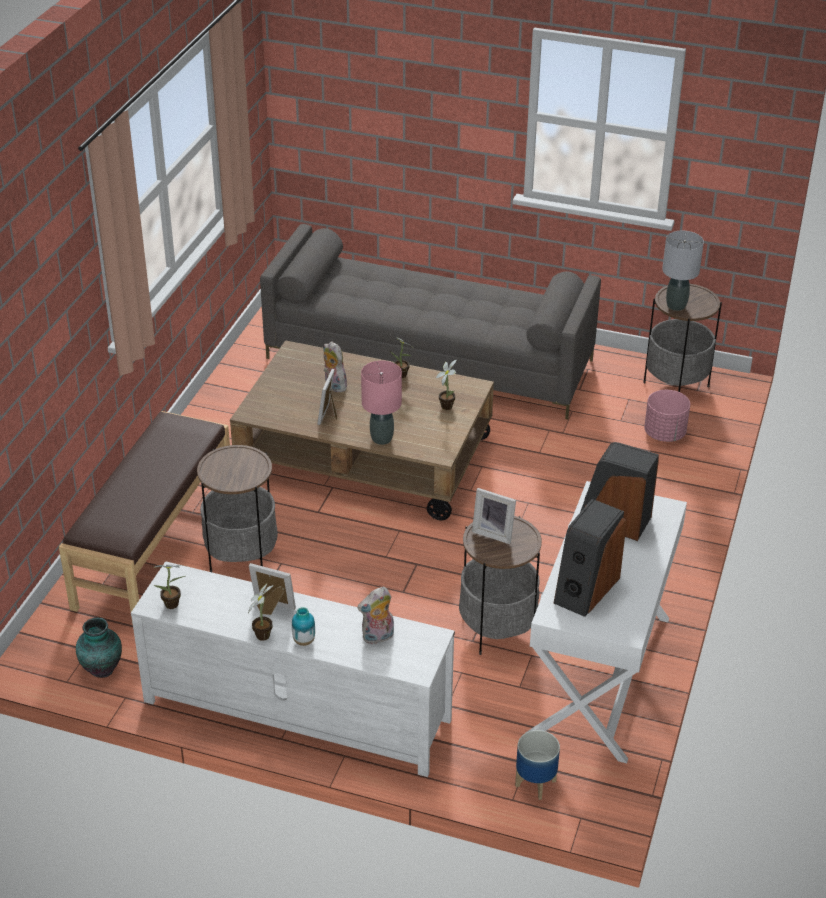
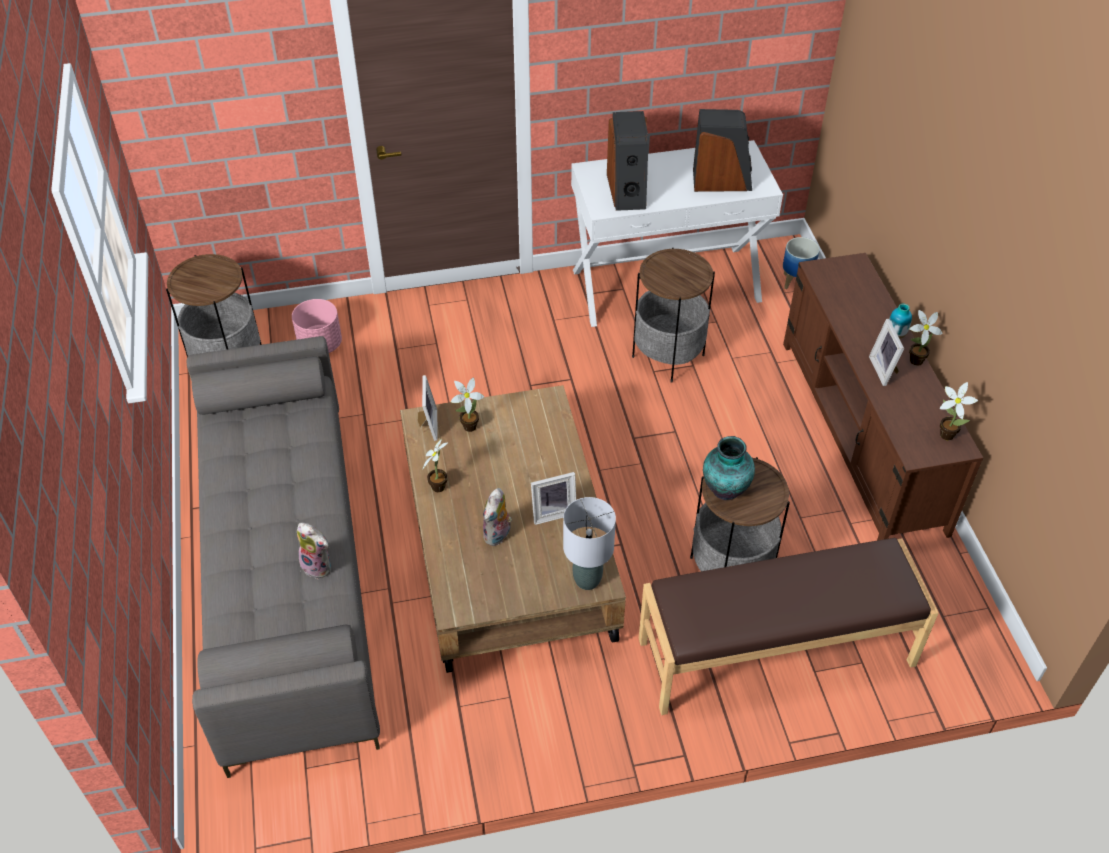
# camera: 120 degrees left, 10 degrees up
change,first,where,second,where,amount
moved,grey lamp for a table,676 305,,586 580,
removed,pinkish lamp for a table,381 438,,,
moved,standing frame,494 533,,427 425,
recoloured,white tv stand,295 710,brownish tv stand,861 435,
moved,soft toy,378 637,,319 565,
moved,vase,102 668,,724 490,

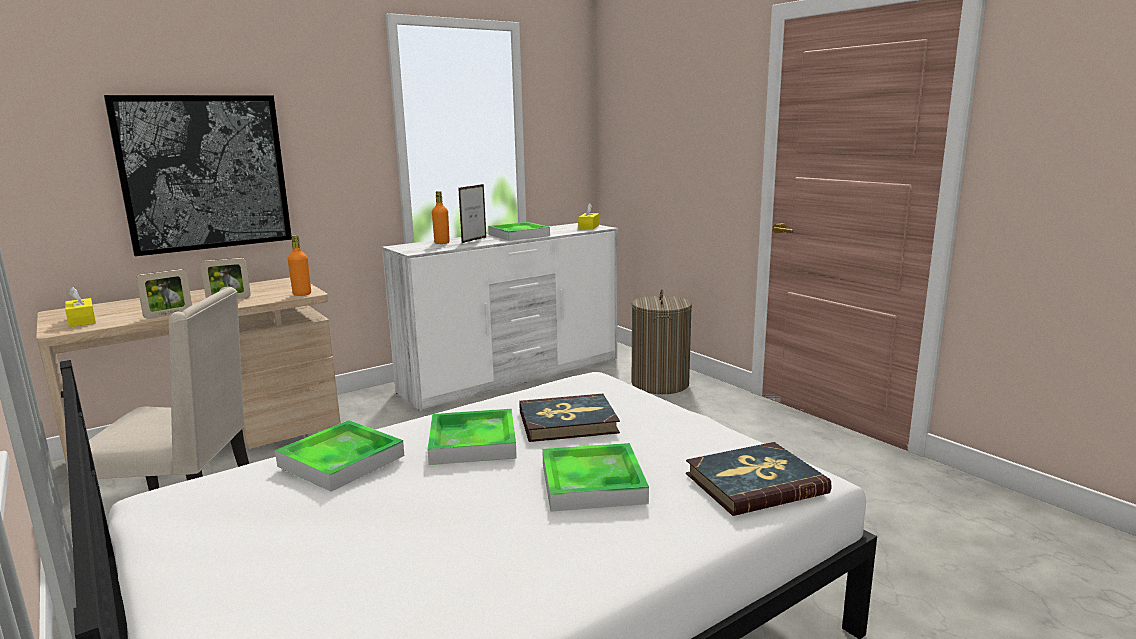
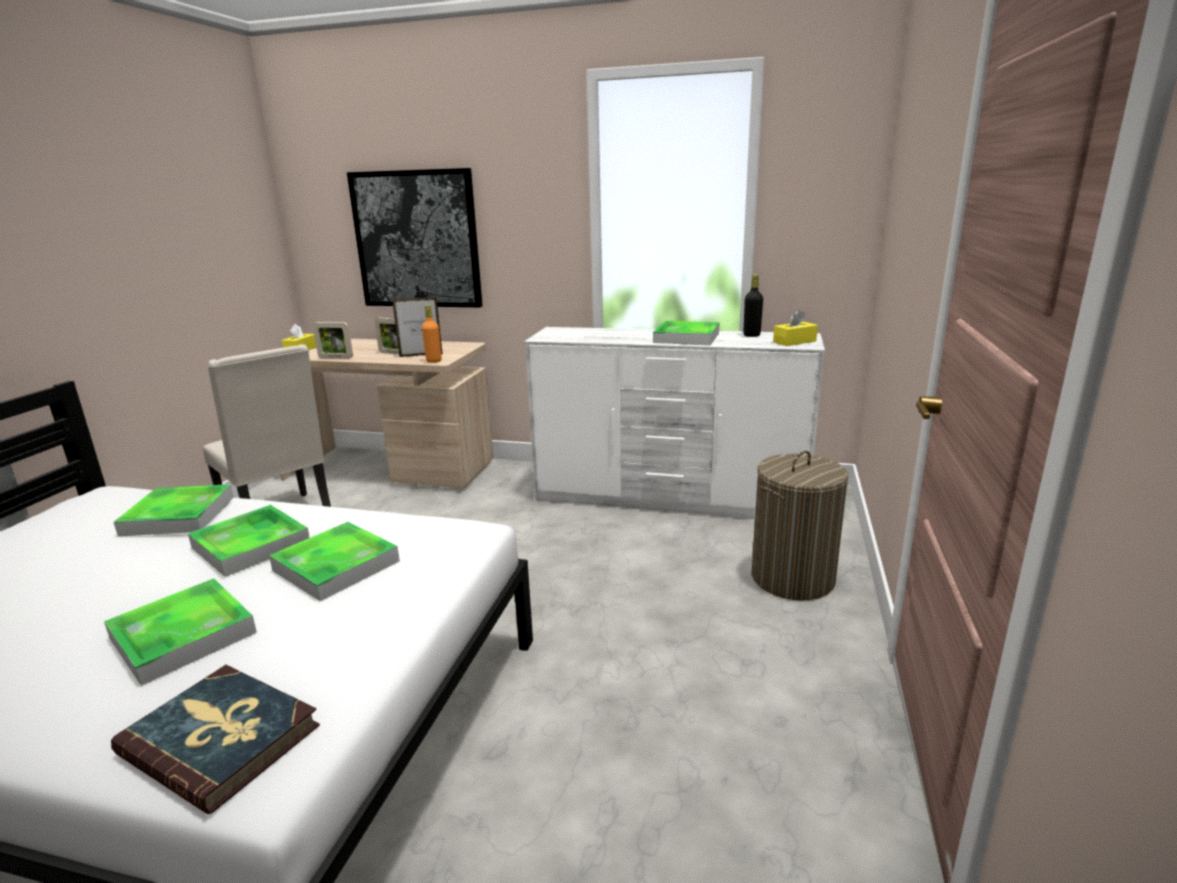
# camera: 50 degrees right, 5 degrees up
change,first,where,second,where,amount
moved,standing frame,474 240,,421 355,
removed,orange-coloured drink bottle,442 243,,,
replaced,bound book,568 422,serving tray,336 566,
added,,,blackish drink bottle,751 335,

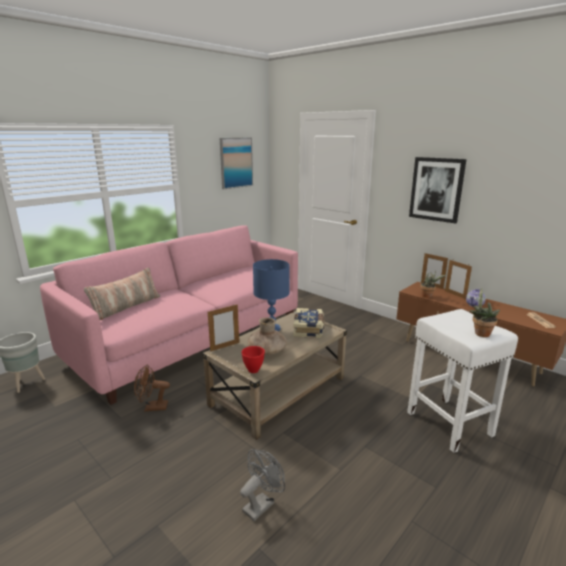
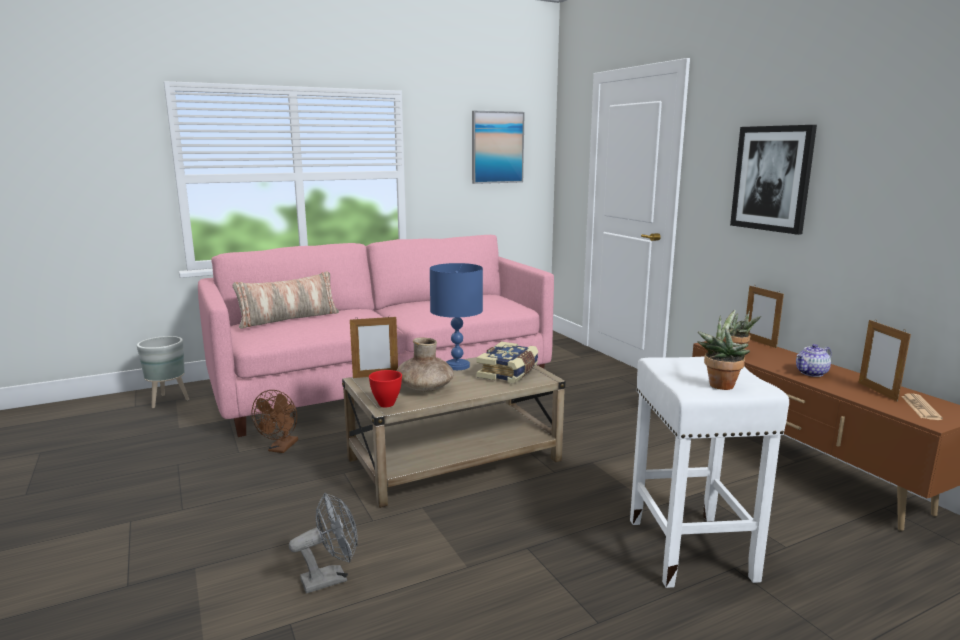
# camera: 20 degrees right, 5 degrees down
change,first,where,second,where,amount
moved,standing frame,455 295,,877 391,
turned,brownish cooling fan,152 407,,281 448,90 degrees counterclockwise

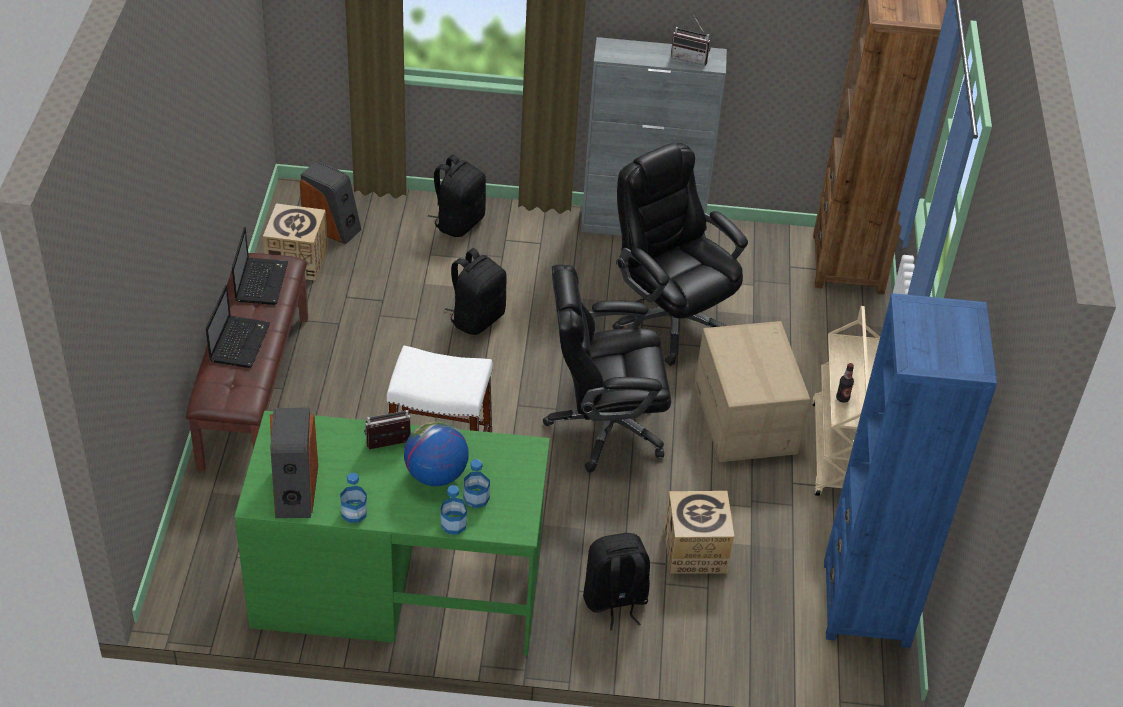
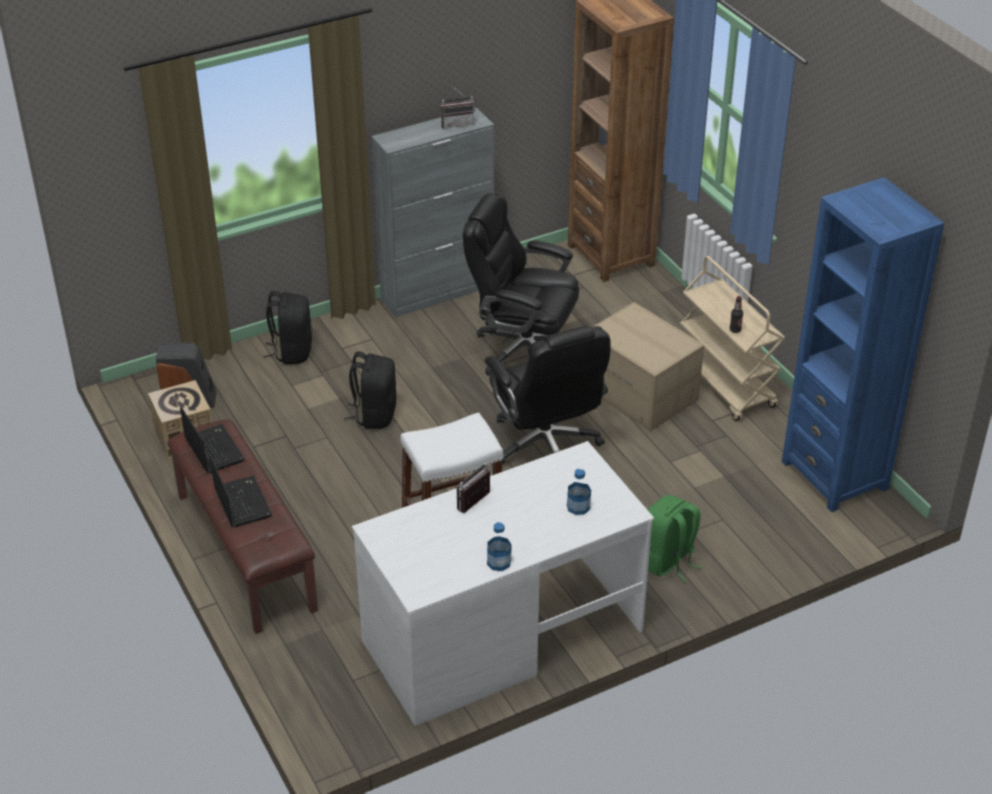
# camera: 30 degrees left, 5 degrees down
change,first,where,second,where,amount
turned,blackish desk chair,604 426,,545 446,75 degrees counterclockwise
removed,speaker,295 490,,,
recoloured,green desk table,397 587,white desk table,501 635,
removed,globe,435 475,,,
removed,drink bottle,453 524,,,
removed,carton,695 550,,,
recoloured,blackish backpack,615 601,green backpack,668 561,

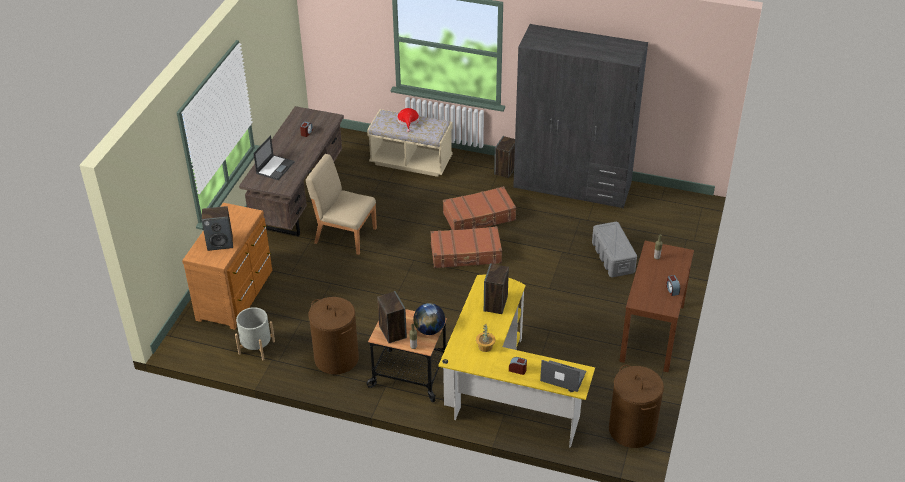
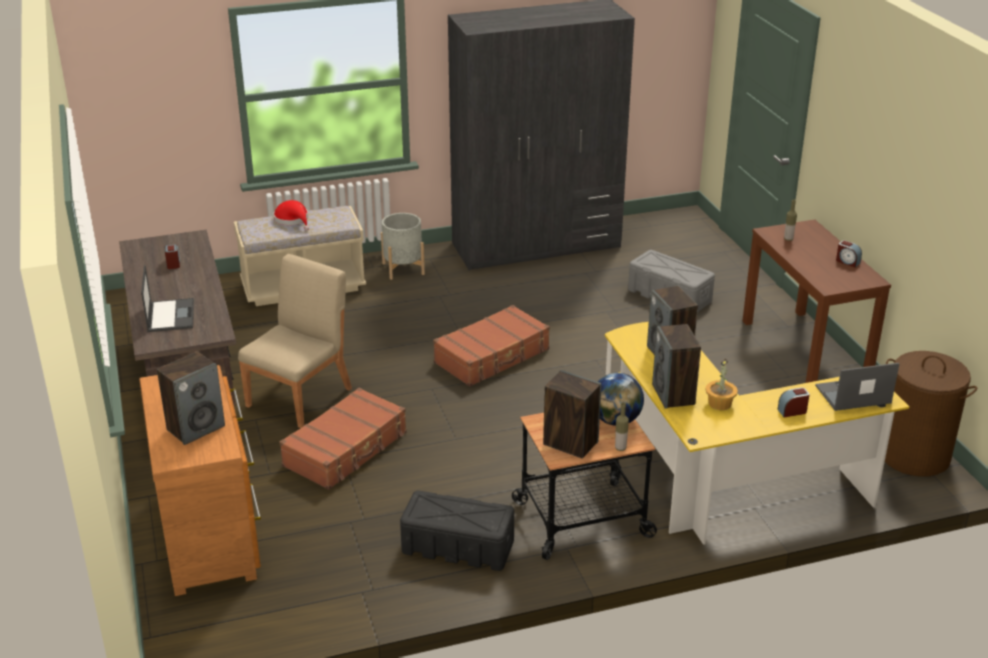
# camera: 35 degrees left, 10 degrees down
change,first,where,second,where,amount
moved,speaker,505 170,,674 395,
turned,sand-coloured upright chair,345 235,,300 396,135 degrees clockwise
moved,brownish travel case,479 217,,346 449,
replaced,brownish laundry basket,336 358,blackish storage container,457 546,
moved,grey planter,256 347,,403 268,

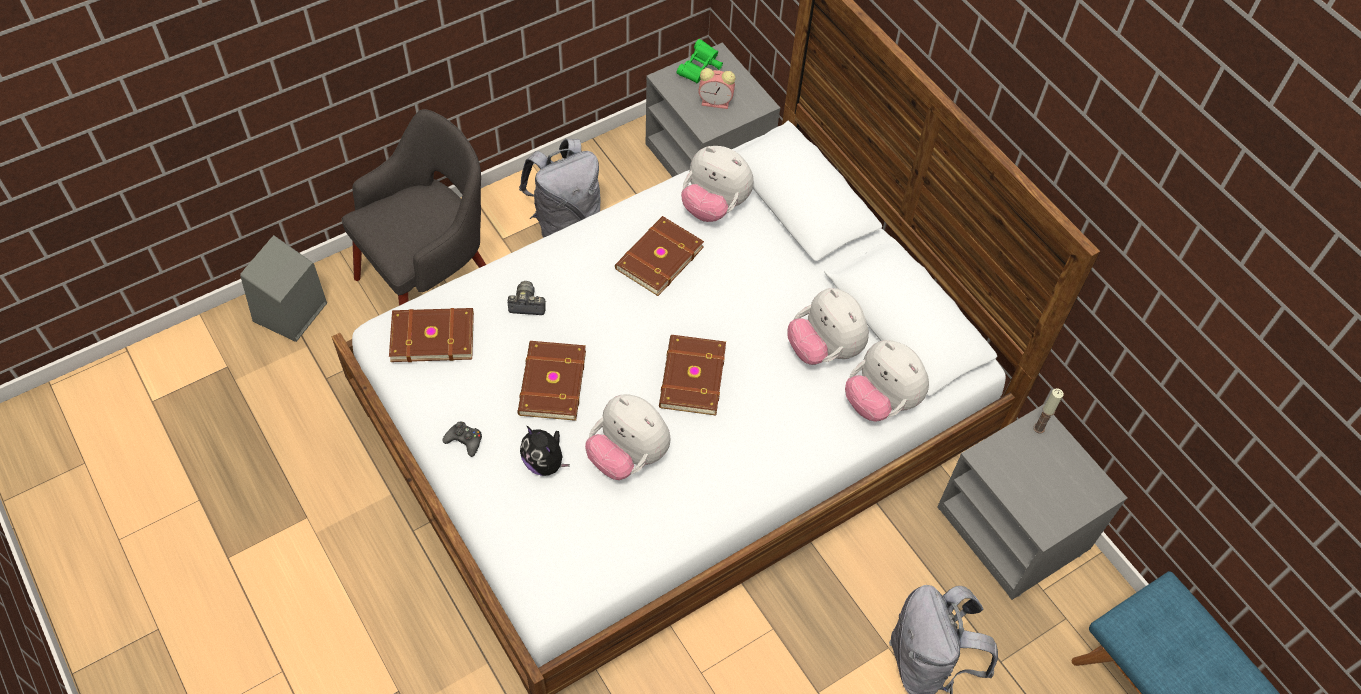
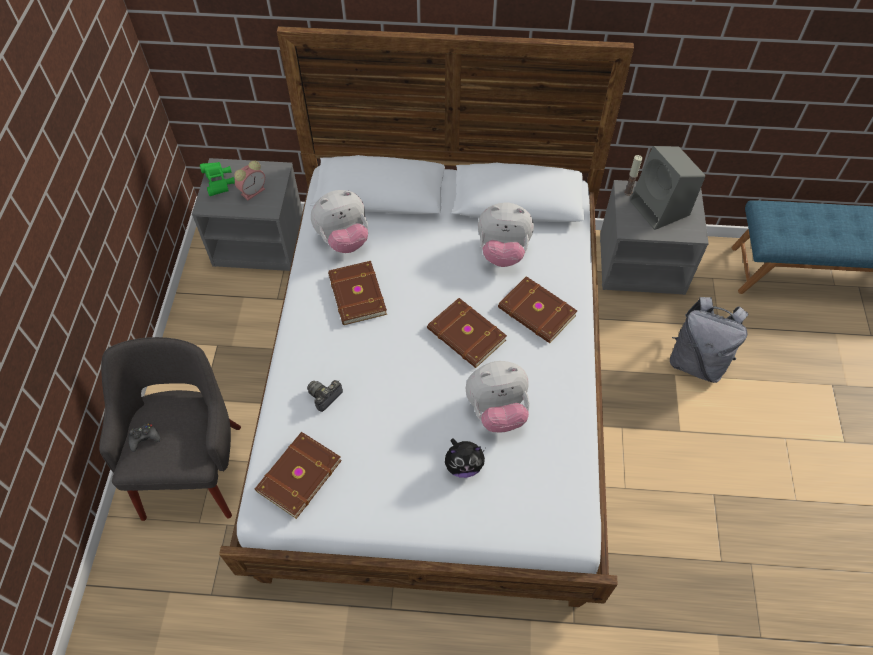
# camera: 50 degrees left, 0 degrees up
change,first,where,second,where,amount
removed,grey backpack,565 222,,,
moved,grey speaker,289 314,,661 209,
removed,soft toy,881 401,,,
moved,brownish bound book,550 383,,536 313,
moved,blackish gamepad,464 440,,144 438,

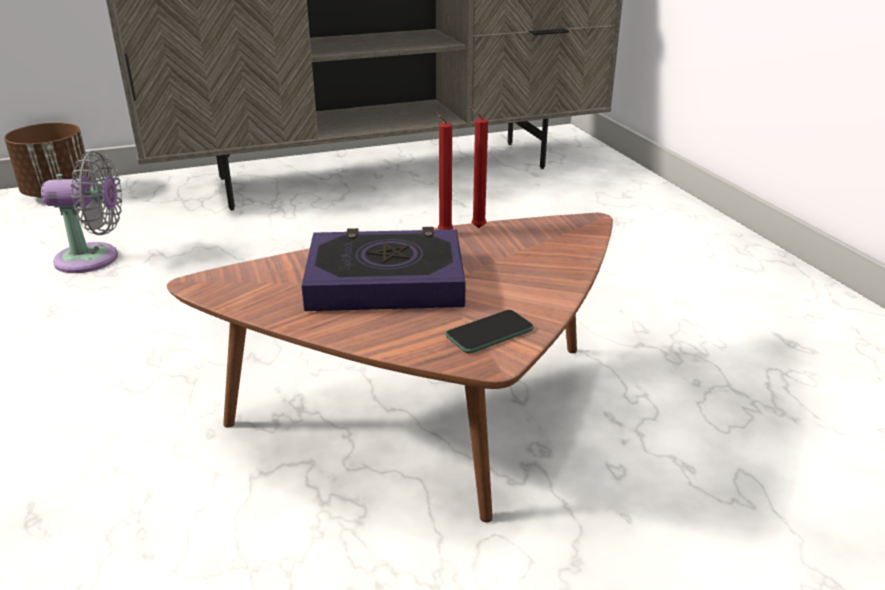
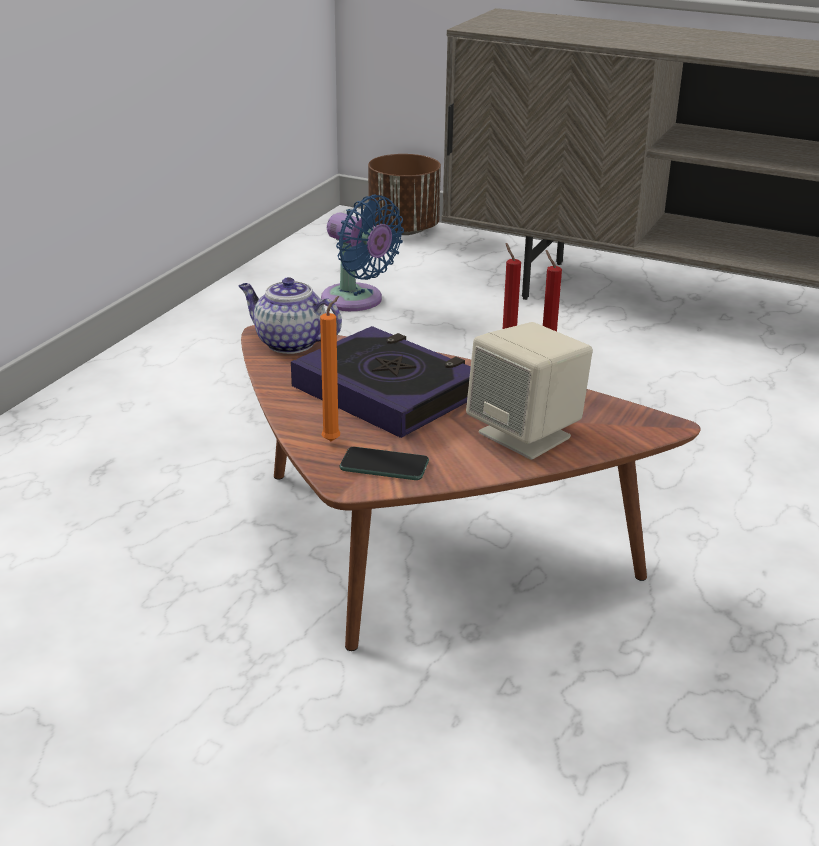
# camera: 45 degrees right, 0 degrees up
change,first,where,second,where,amount
recoloured,grey cooling fan,94 259,blue cooling fan,356 301,
added,,,pot for tea,288 343,
added,,,orange-coloured wax candle,333 440,
added,,,sand-coloured speaker,526 435,

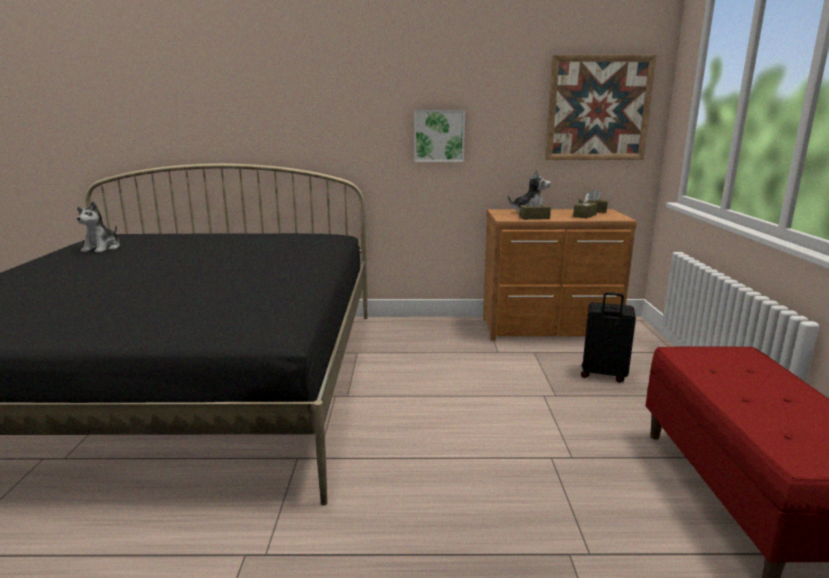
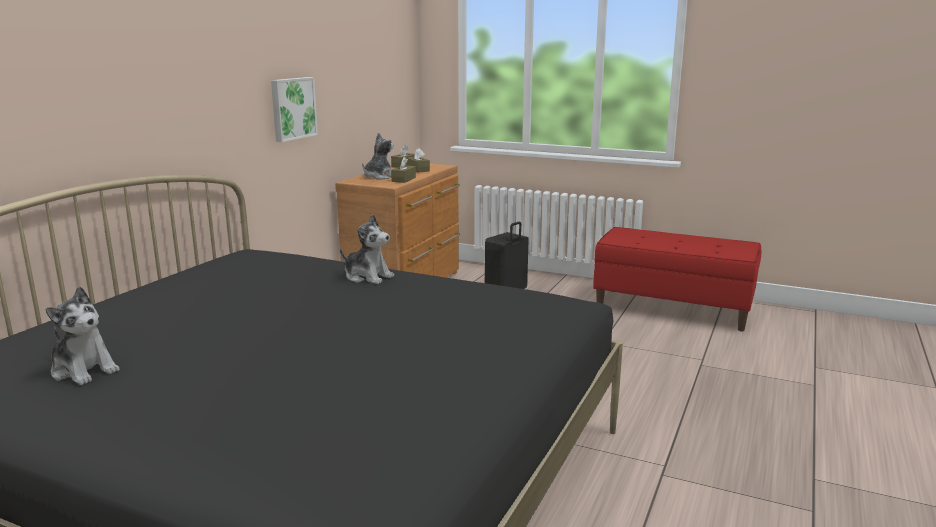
# camera: 65 degrees left, 0 degrees up
change,first,where,second,where,amount
removed,wall picture,598 108,,,
added,,,soft toy,367 277,

